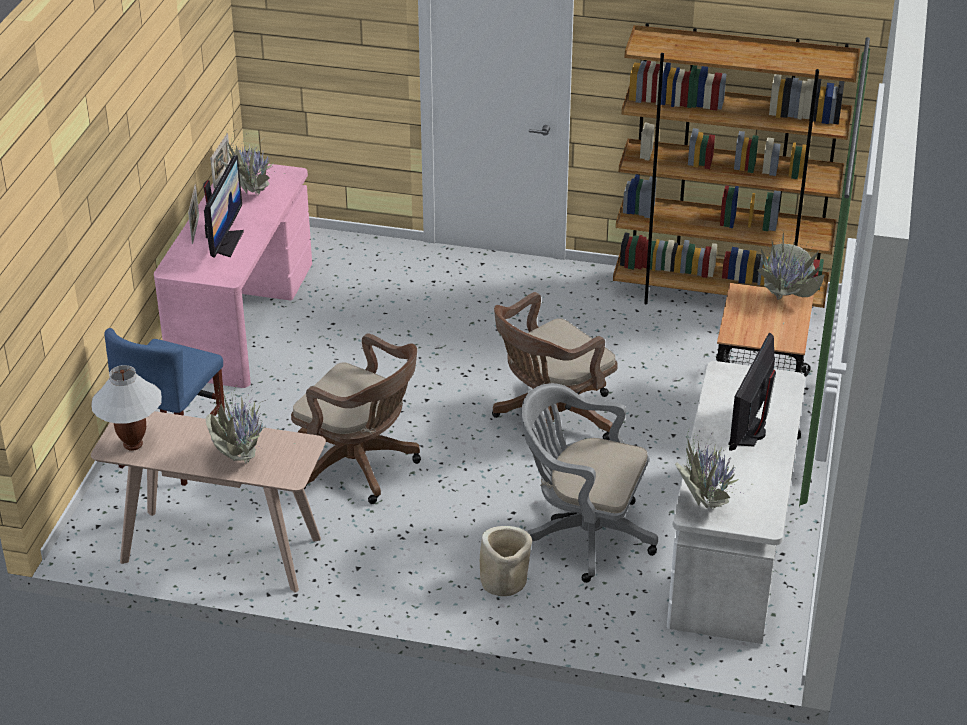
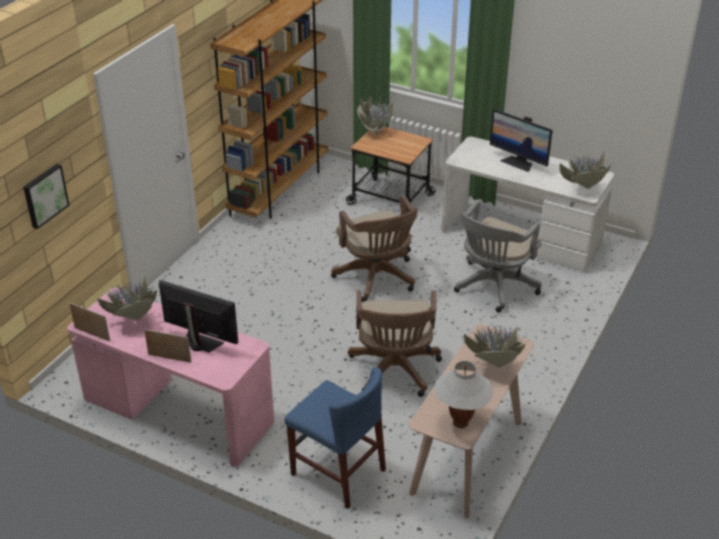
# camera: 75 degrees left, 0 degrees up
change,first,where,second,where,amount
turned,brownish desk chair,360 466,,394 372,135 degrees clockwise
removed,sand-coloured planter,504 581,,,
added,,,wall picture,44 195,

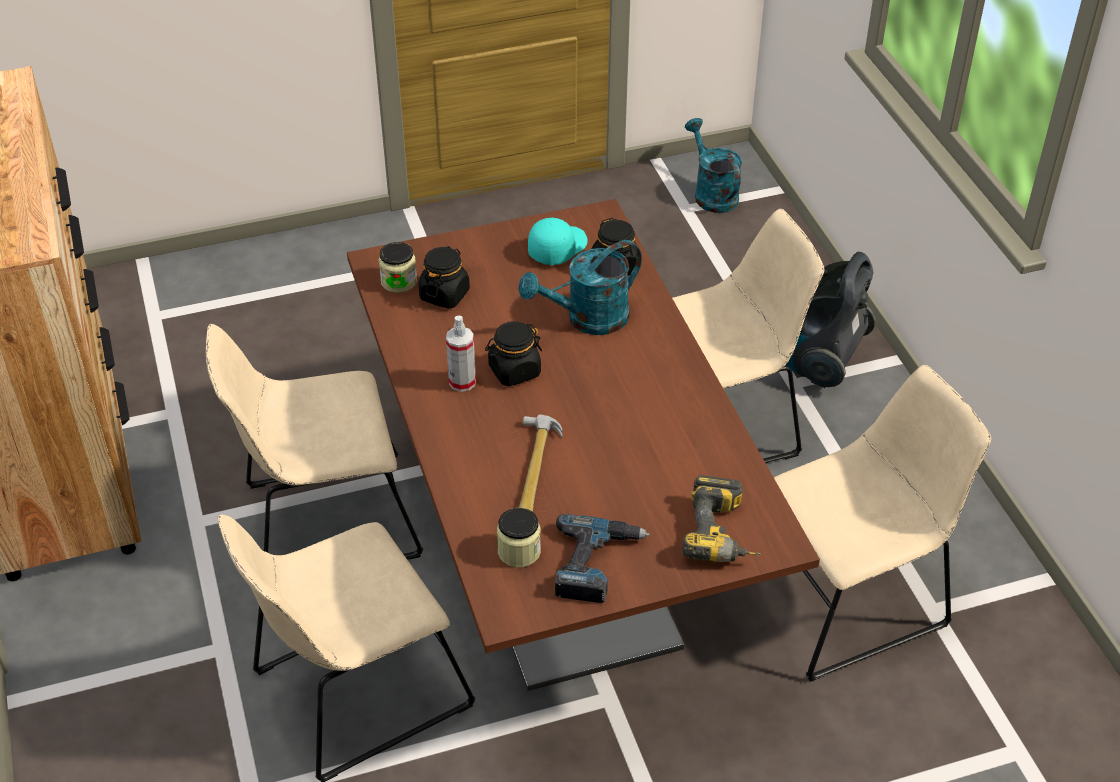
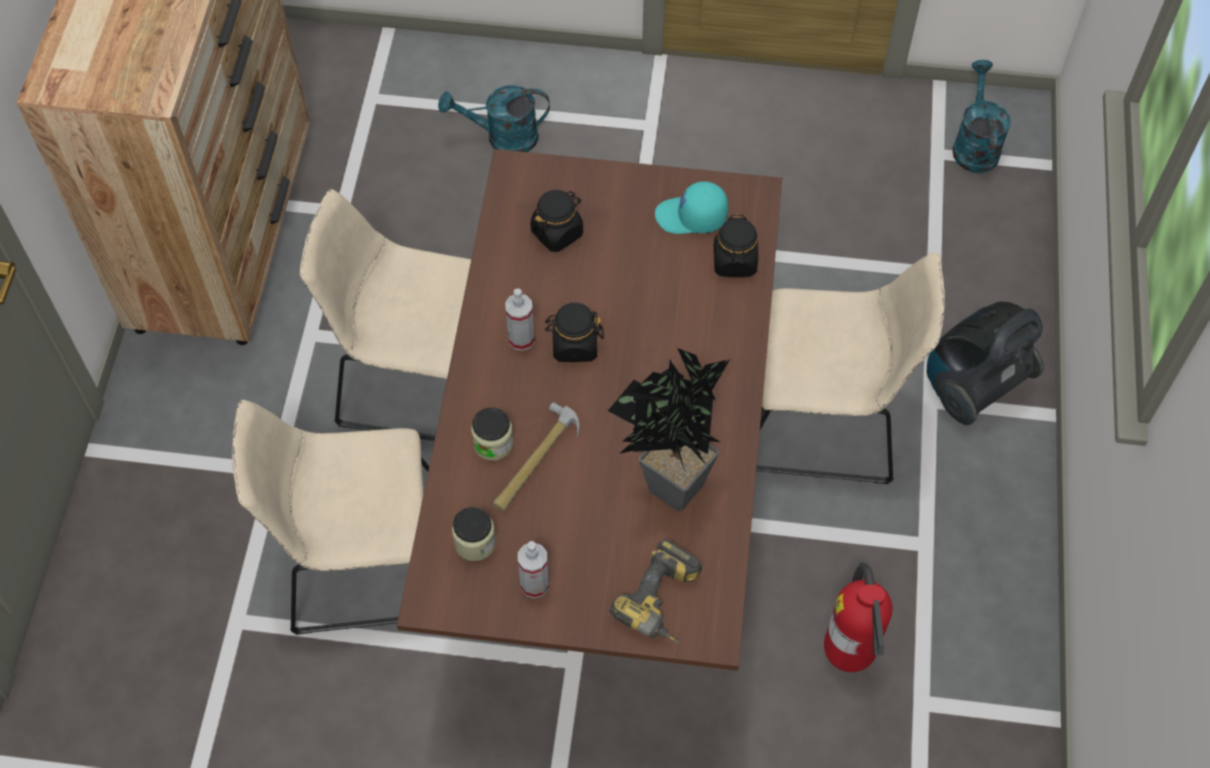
# camera: 25 degrees right, 15 degrees up
change,first,where,second,where,amount
turned,turquoise-coloured baseball cap,557 248,,691 217,150 degrees counterclockwise
moved,turquoise-coloured watering can,587 320,,502 138,
moved,preserve jar,399 281,,493 443,
replaced,sand-coloured upright chair,849 597,fire extinguisher,849 655,
replaced,power drill,596 564,spray bottle,534 584,
added,,,houseplant,667 490,

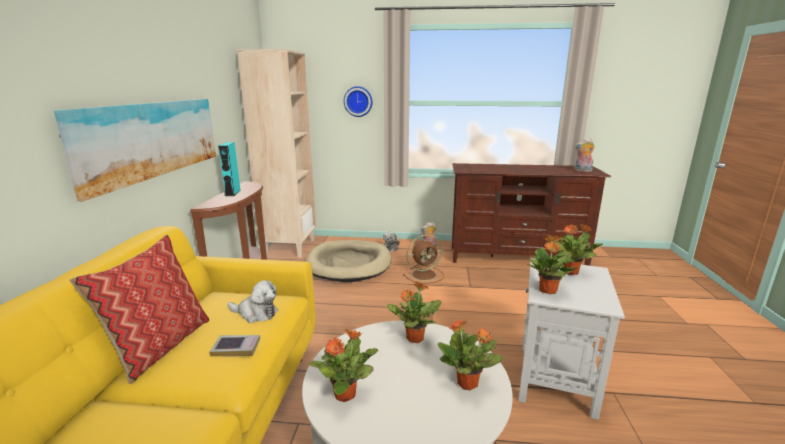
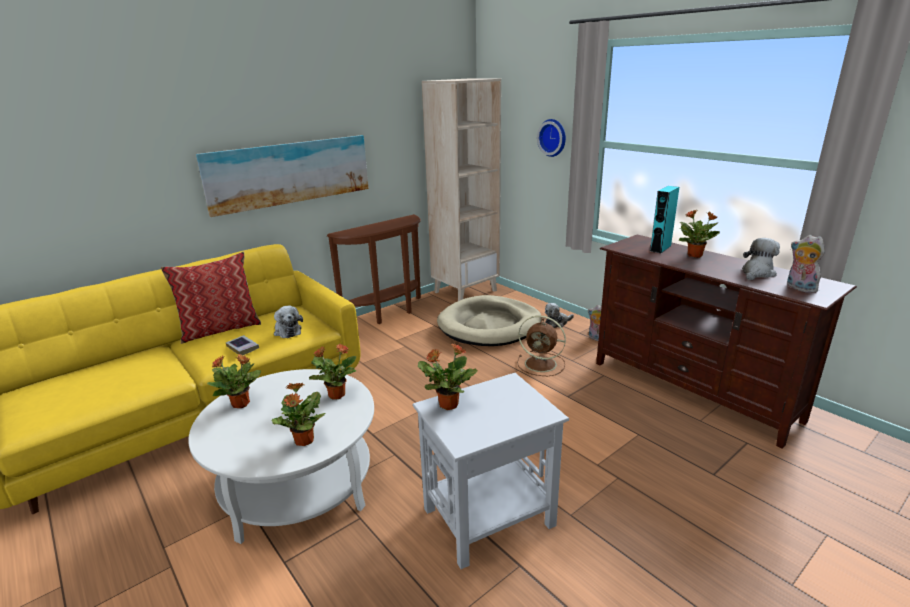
# camera: 45 degrees right, 5 degrees up
change,first,where,second,where,amount
moved,turquoise-coloured speaker,232 193,,660 248,
moved,houseplant,570 272,,695 255,
added,,,soft toy,757 273,

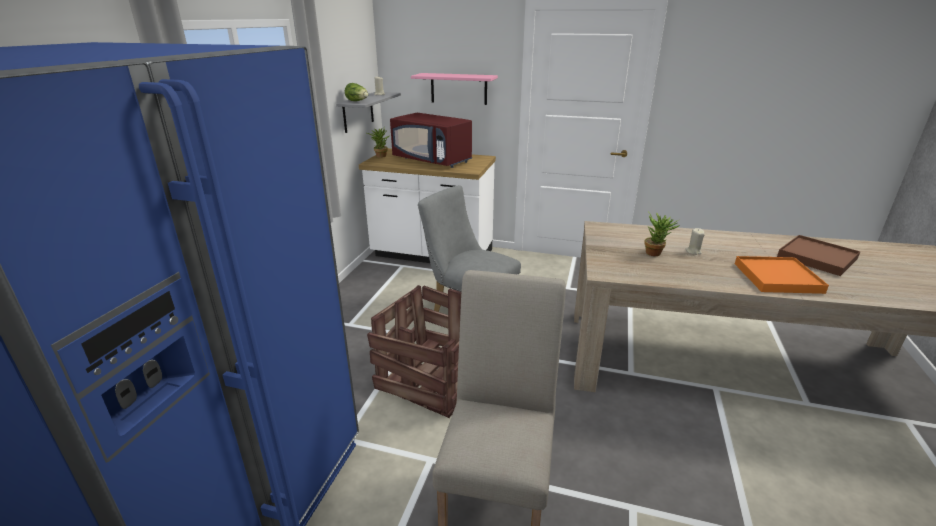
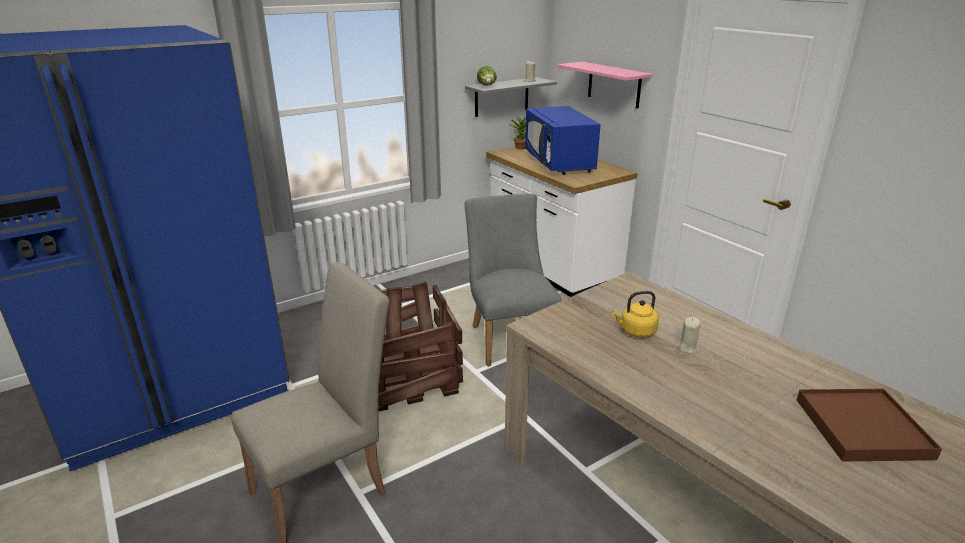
# camera: 40 degrees right, 0 degrees up
change,first,where,second,where,amount
recoloured,red microwave,432 160,blue microwave,559 163,
replaced,houseplant,656 253,yellow-coloured water kettle,636 331,
removed,orange-coloured serving tray,777 278,,,

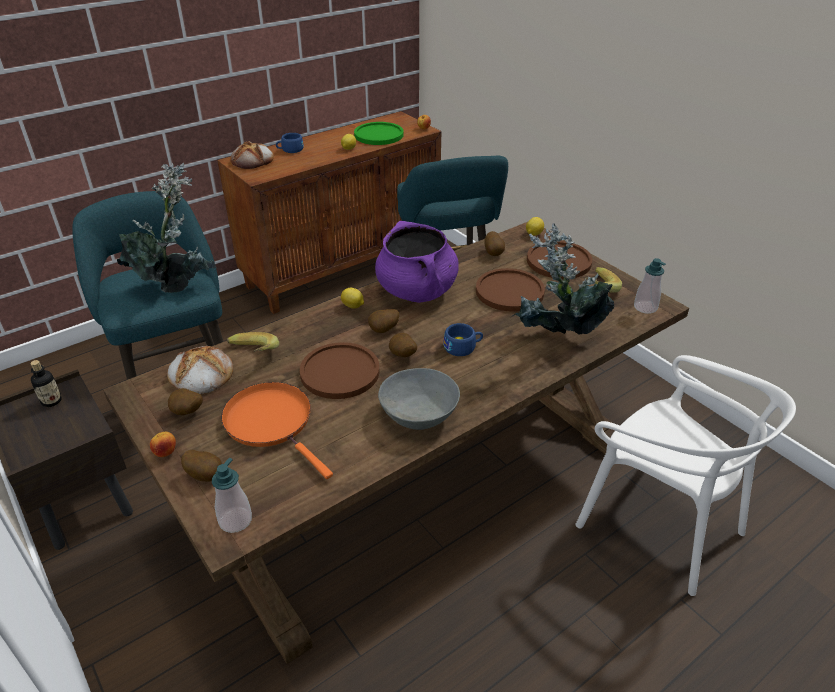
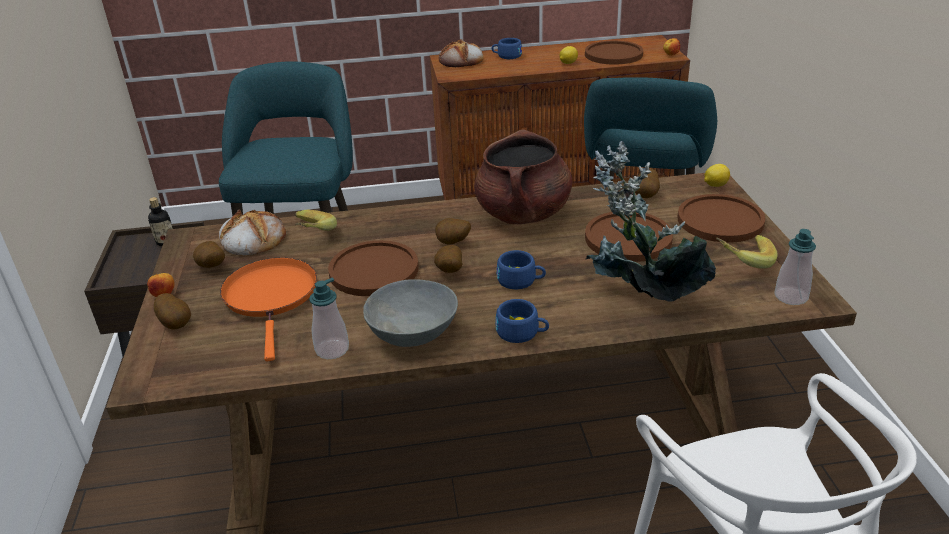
# camera: 30 degrees right, 5 degrees down
change,first,where,second,where,amount
recoloured,green dinner plate,378 135,brownish dinner plate,613 54,
removed,houseplant,176 284,,,
recoloured,purple-coloured stockpot,417 291,brownish stockpot,523 214,
removed,citrus fruit,353 306,,,
moved,soap dispenser,235 520,,332 349,
added,,,blue cup,522 333,

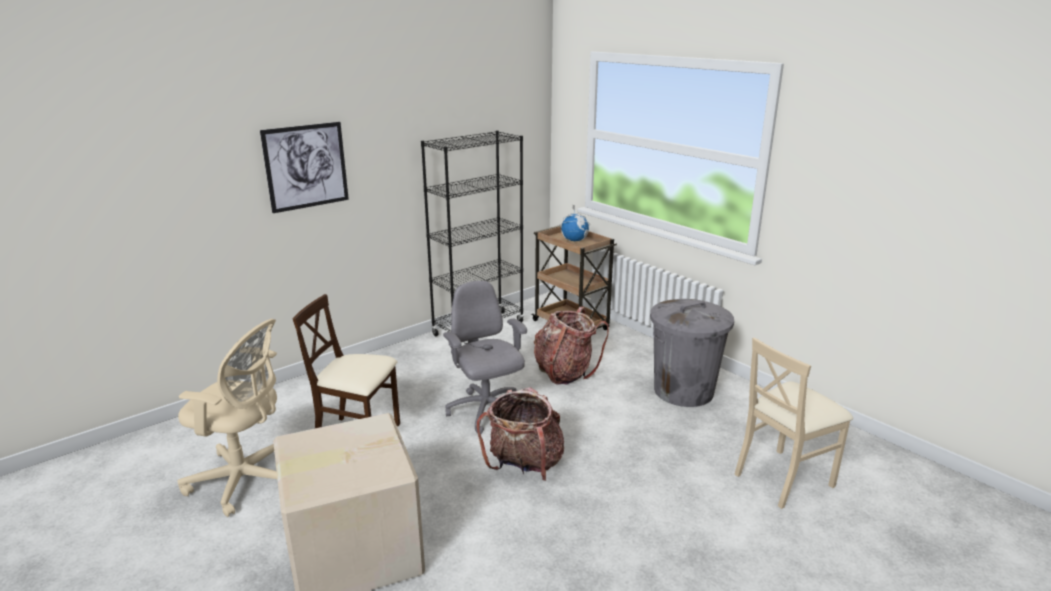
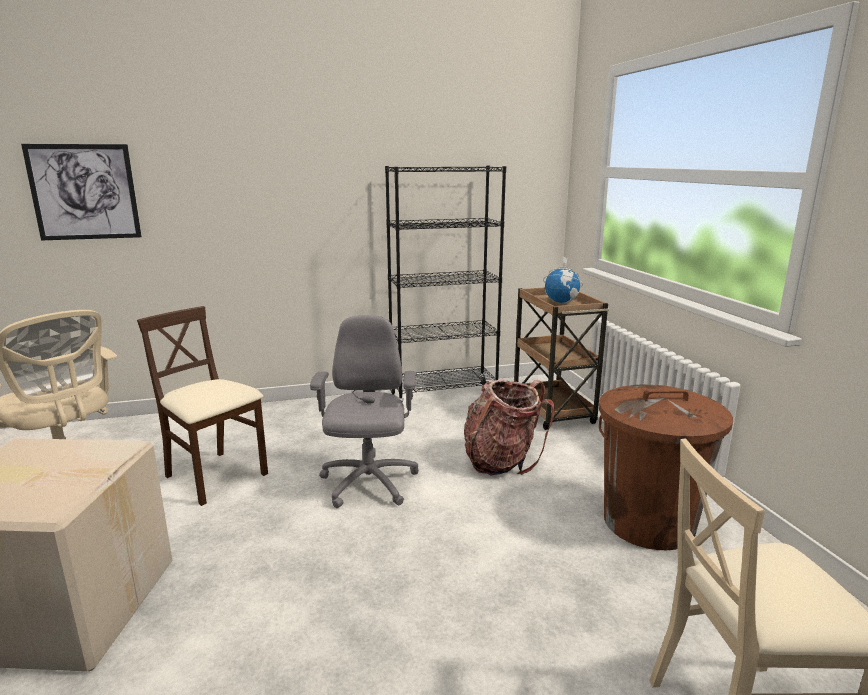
# camera: 25 degrees right, 5 degrees down
change,first,where,second,where,amount
moved,wall picture,306 166,,84 192,
recoloured,grey waste bin,684 391,brownish waste bin,649 523,
removed,backpack,524 465,,,

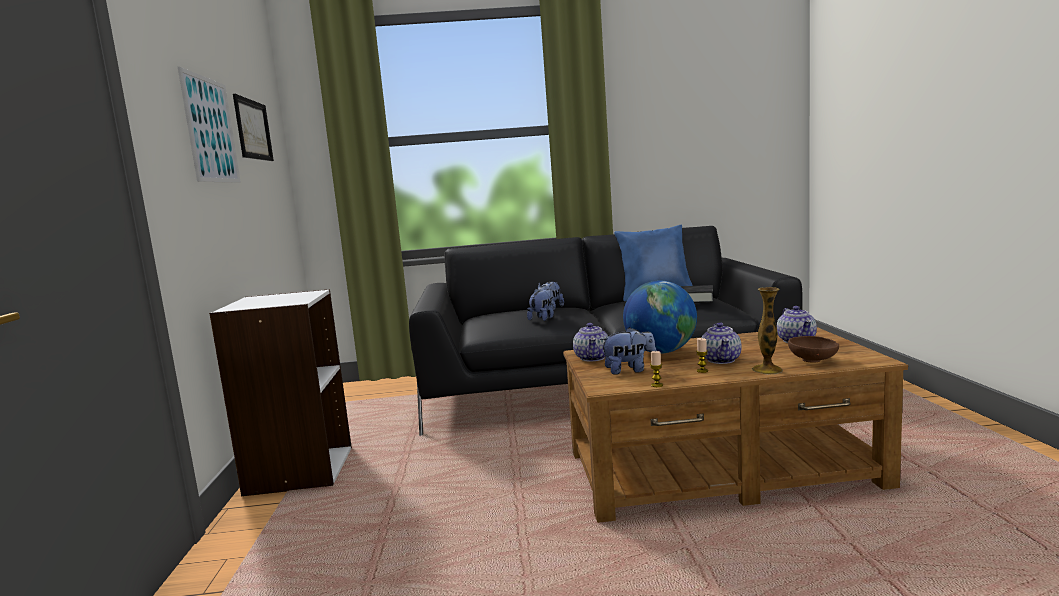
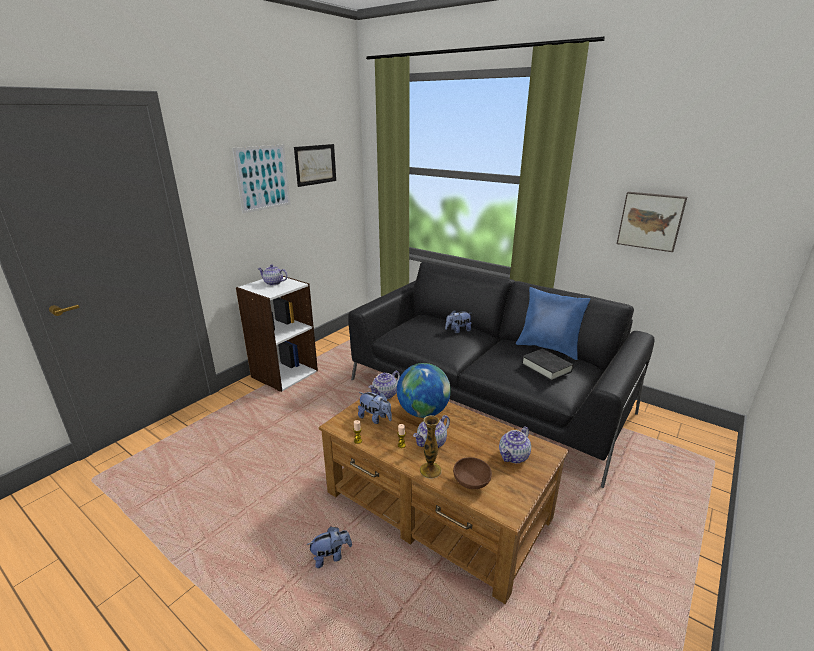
# camera: 40 degrees right, 15 degrees up
change,first,where,second,where,amount
moved,soft toy,543 318,,331 556,
added,,,wall picture,650 221,
added,,,pot for tea,273 283,

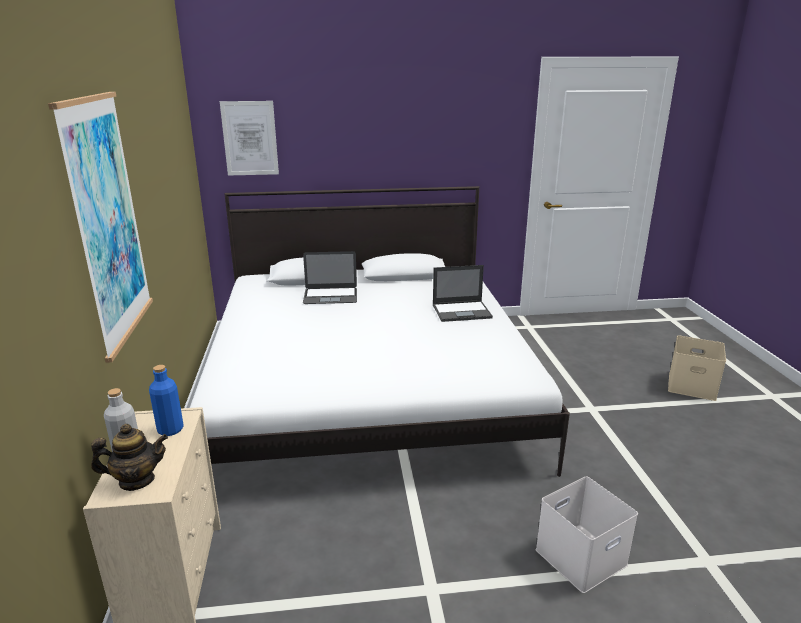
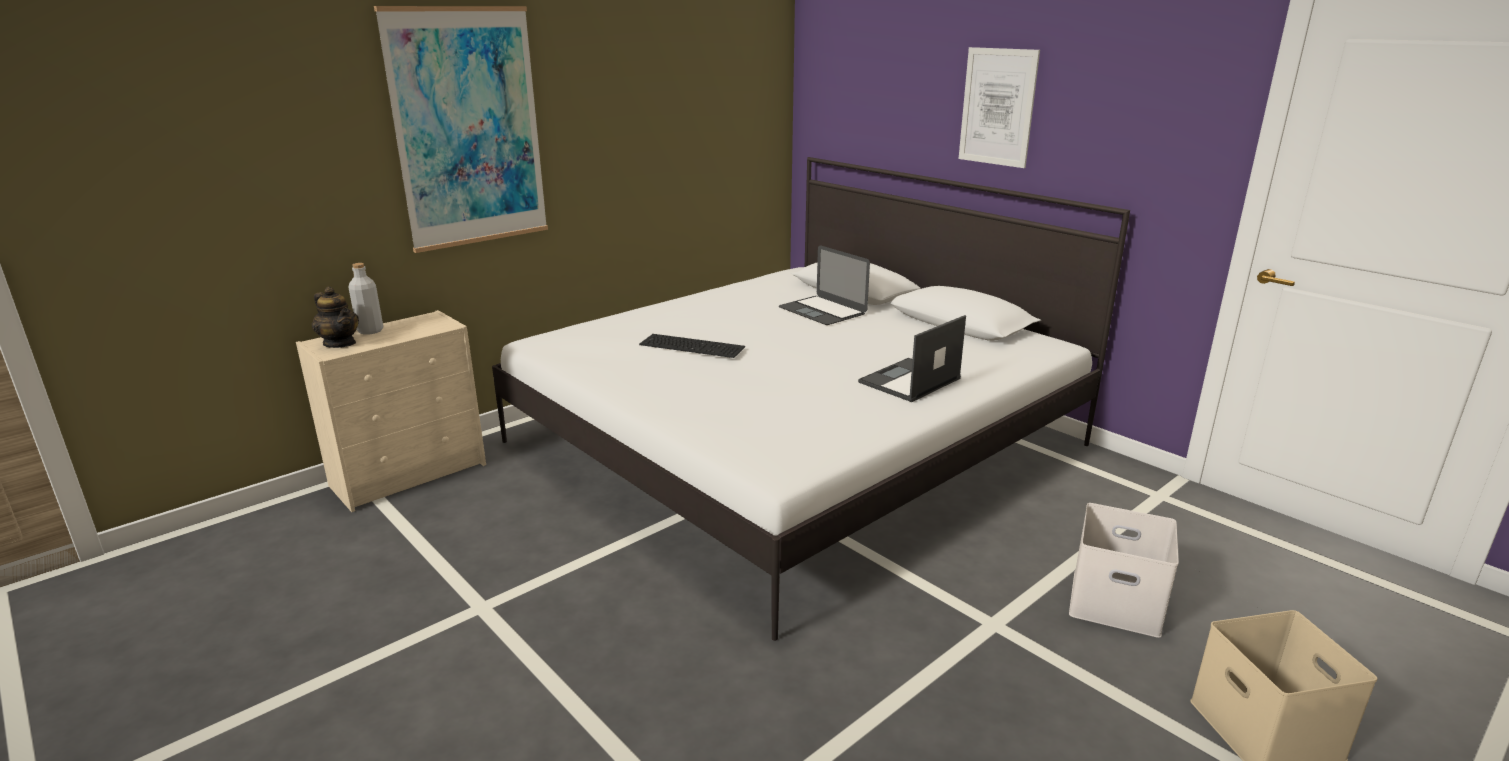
# camera: 55 degrees right, 0 degrees up
change,first,where,second,where,amount
moved,wall picture,250 138,,997 107,
turned,notebook computer,462 311,,909 381,90 degrees clockwise
removed,blue drink bottle,170 430,,,
moved,white storage container,580 555,,1117 601,
added,,,PC keyboard,693 345,

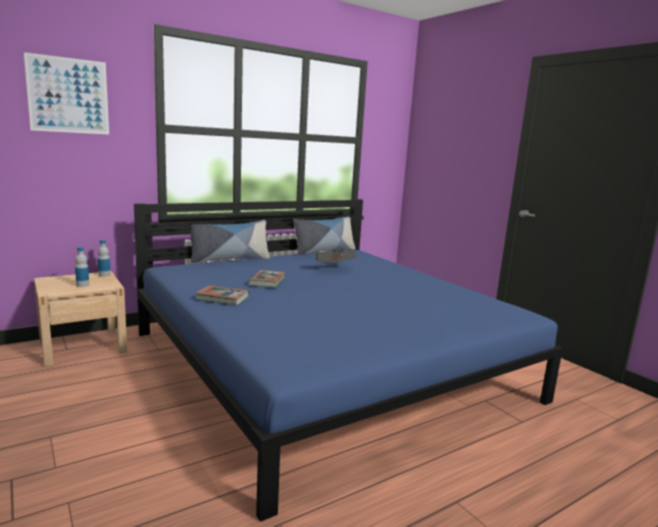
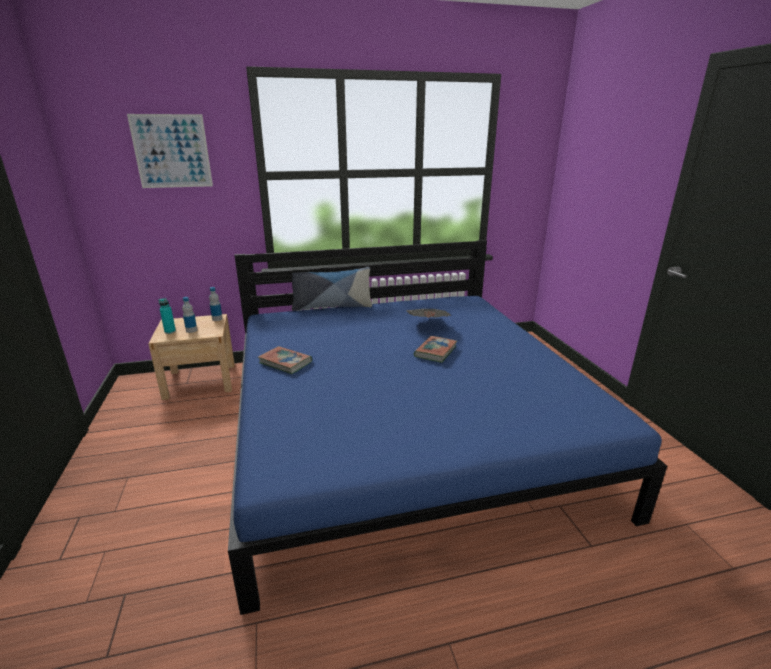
# camera: 20 degrees right, 10 degrees up
change,first,where,second,where,amount
removed,pillow,324 251,,,
moved,bound book,267 282,,435 352,
added,,,turquoise-coloured drink bottle,170 331,

